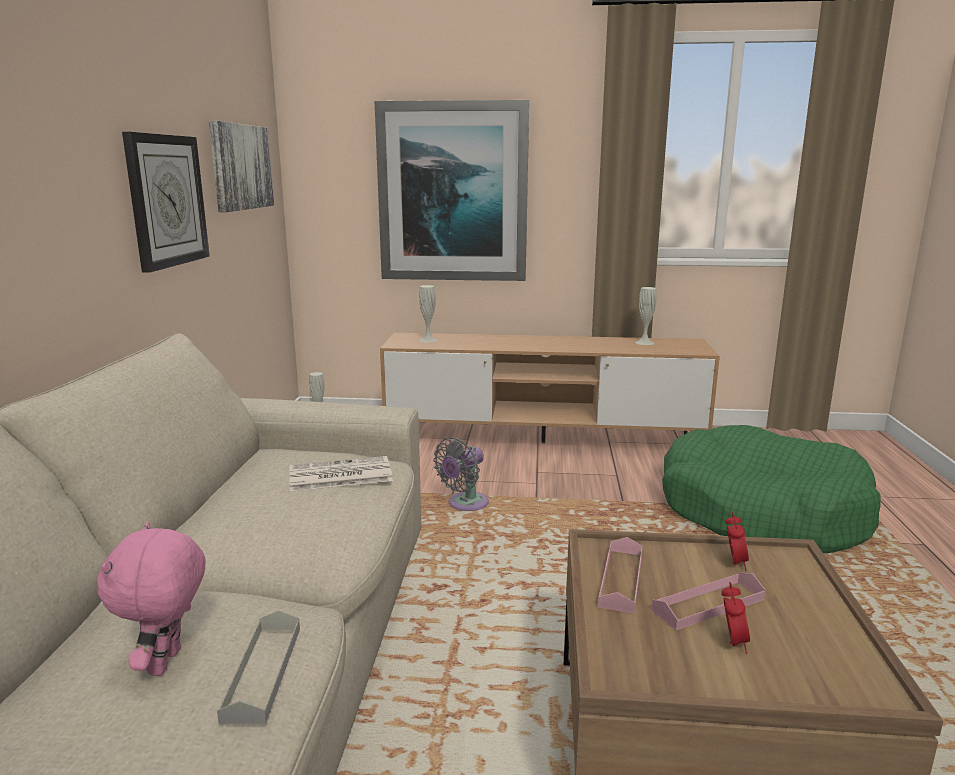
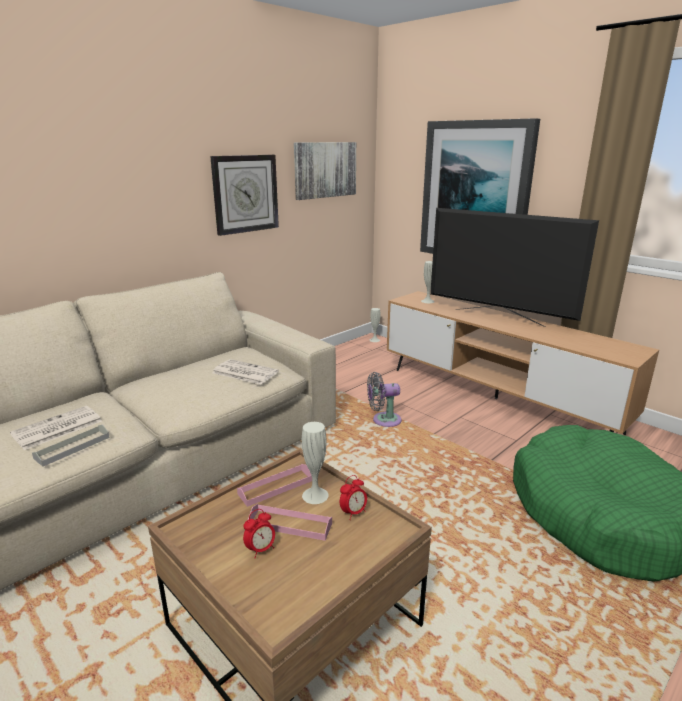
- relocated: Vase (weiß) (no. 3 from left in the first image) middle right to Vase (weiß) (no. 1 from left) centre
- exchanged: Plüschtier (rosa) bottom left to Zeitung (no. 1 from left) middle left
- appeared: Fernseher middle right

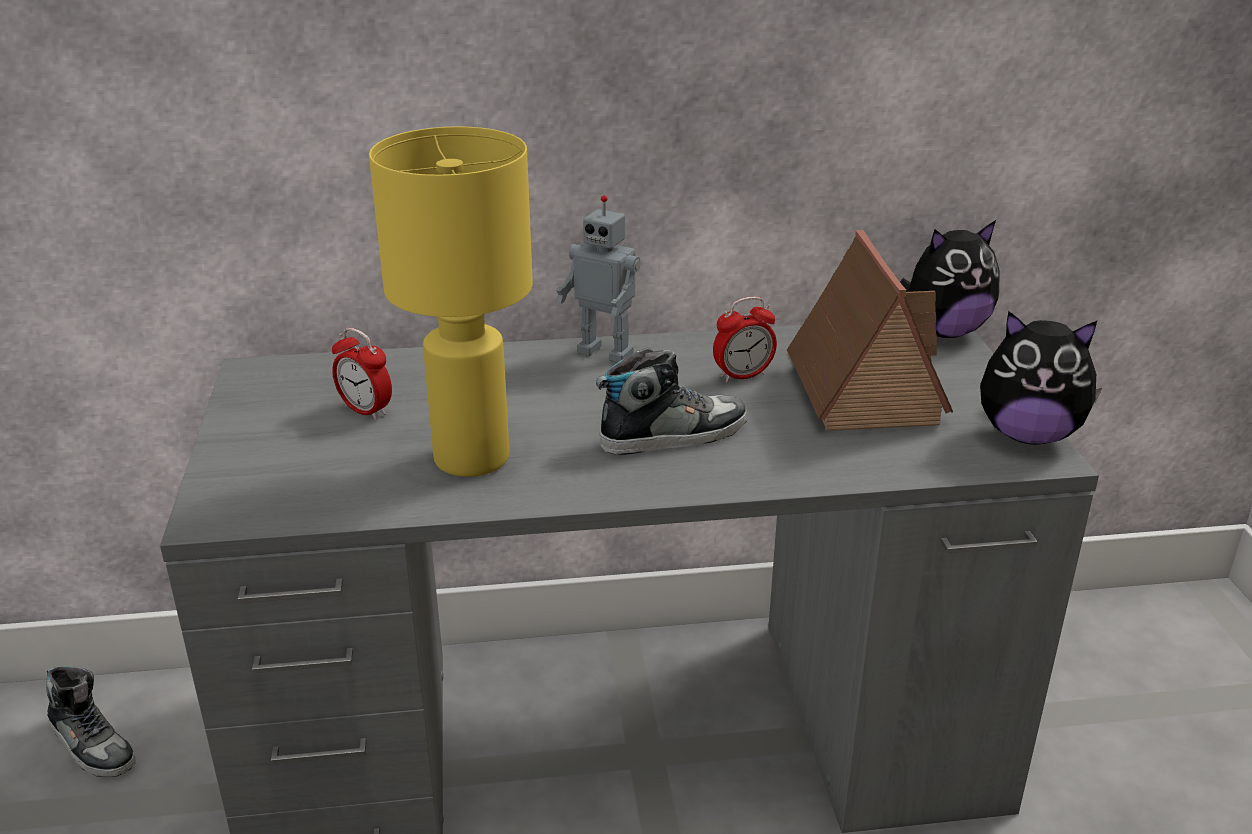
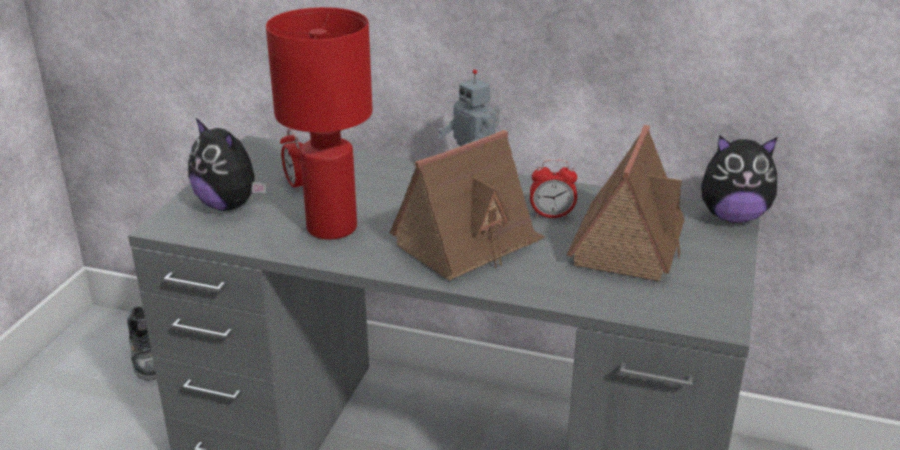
- colour: Tischlampe (gelb) centre to Tischlampe (rot) top centre
- relocated: Plüschtier (no. 2 from left in the first image) middle right to Plüschtier (no. 1 from left) middle left
- exchanged: Schuh (no. 2 from left) centre to Spielzeughaus (no. 1 from left) centre

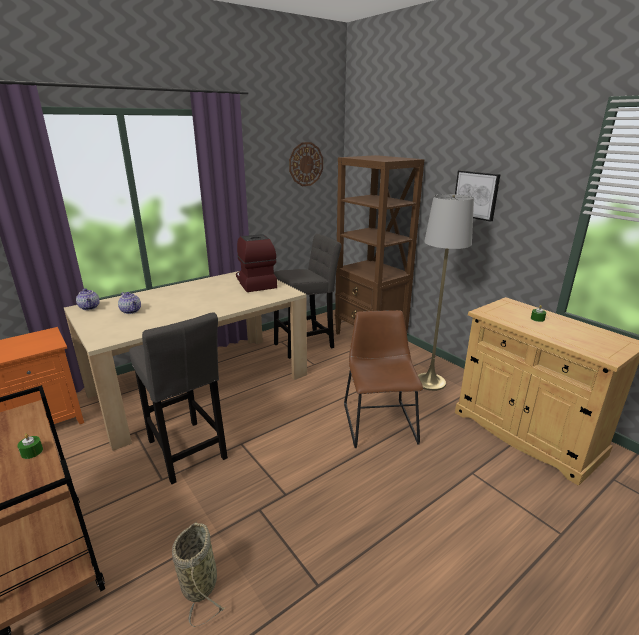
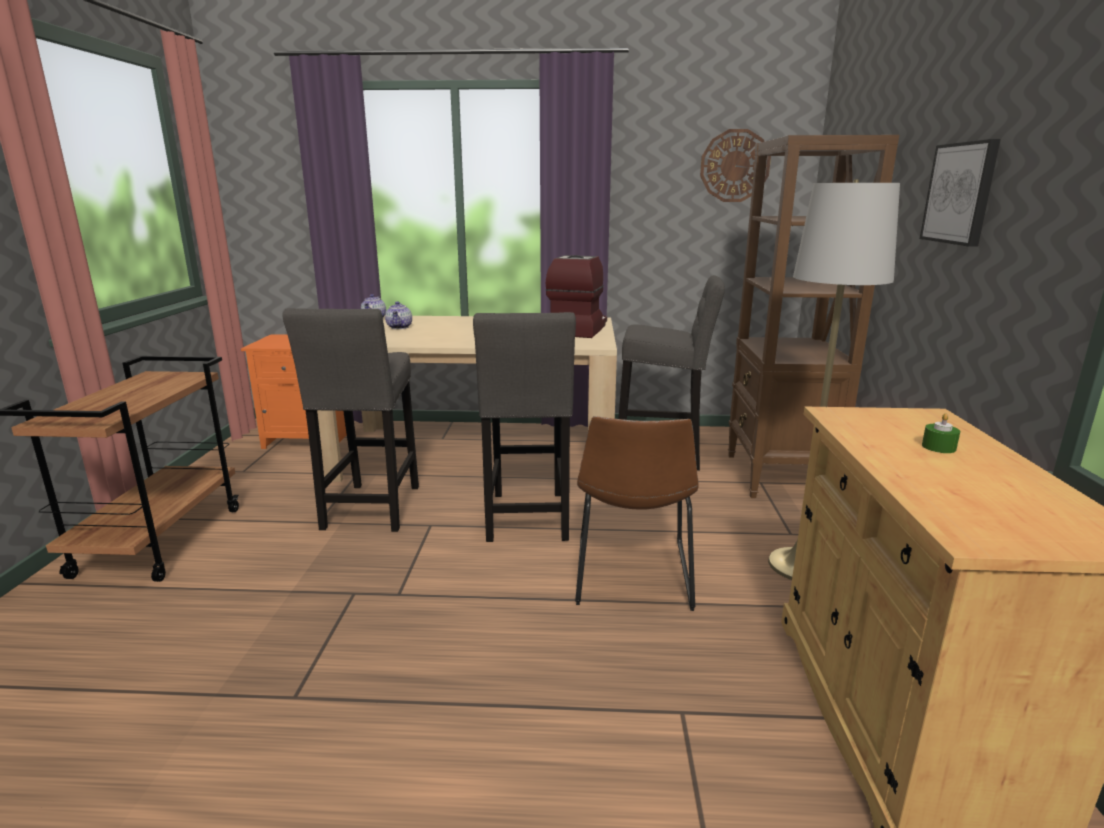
- spun: Stuhl (braun) centre = centre 150 degrees clockwise
- missing: Kerze (grün) (no. 1 from left) bottom left
- missing: Korb bottom left
- appeared: Hocker (grau) (no. 2 from left) centre

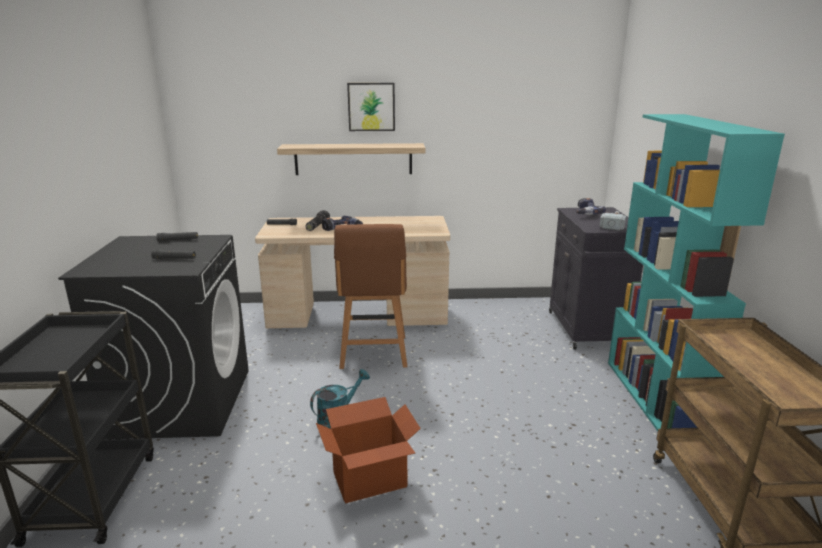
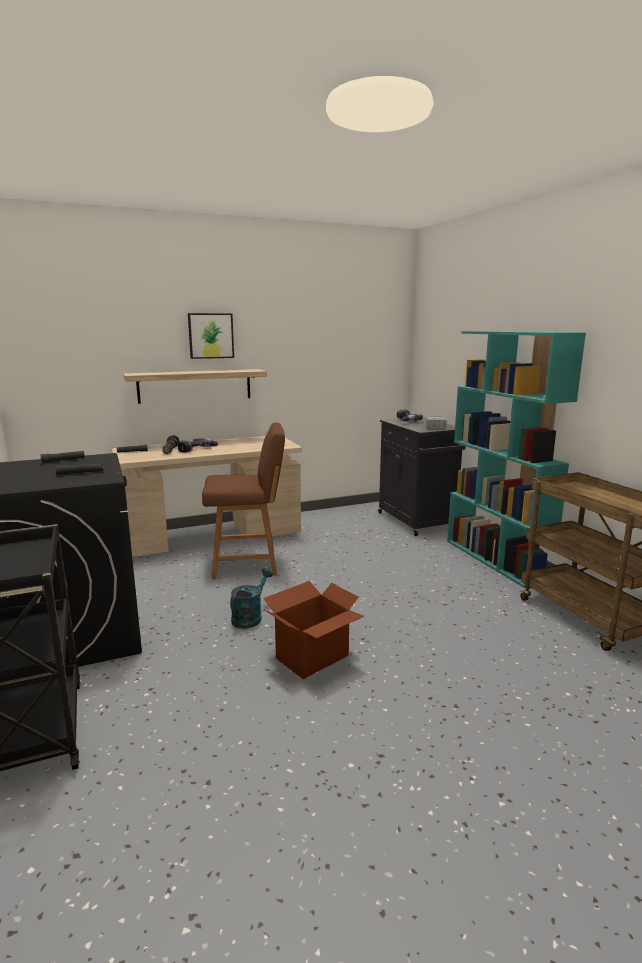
- spun: Stuhl (braun) centre = centre 75 degrees counterclockwise

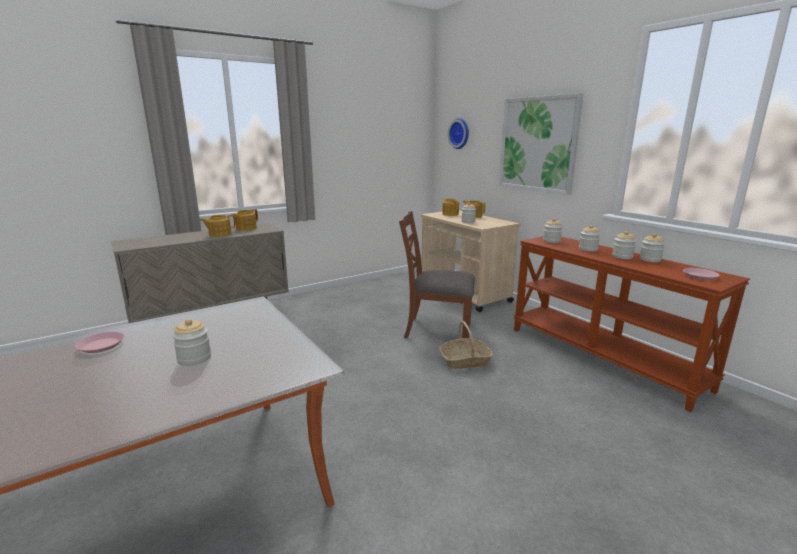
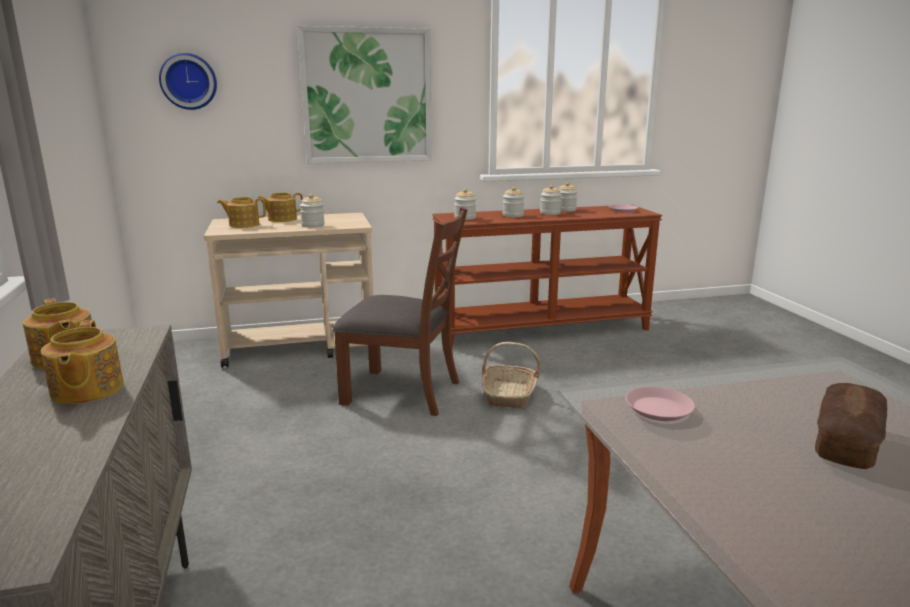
- spun: Stuhl (braun) centre = centre 105 degrees counterclockwise
- exchanged: Vorratsglas (no. 1 from left) middle left to Brot bottom right
- relocated: Teller (rosa) (no. 1 from left in the first image) middle left to Teller (rosa) (no. 2 from left) middle right

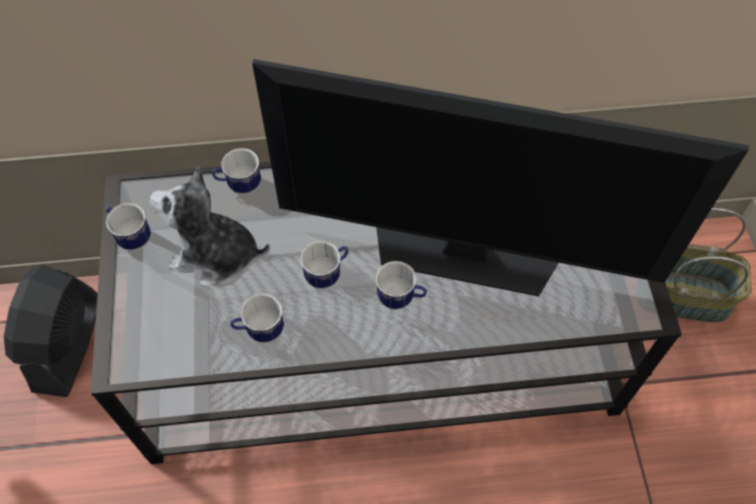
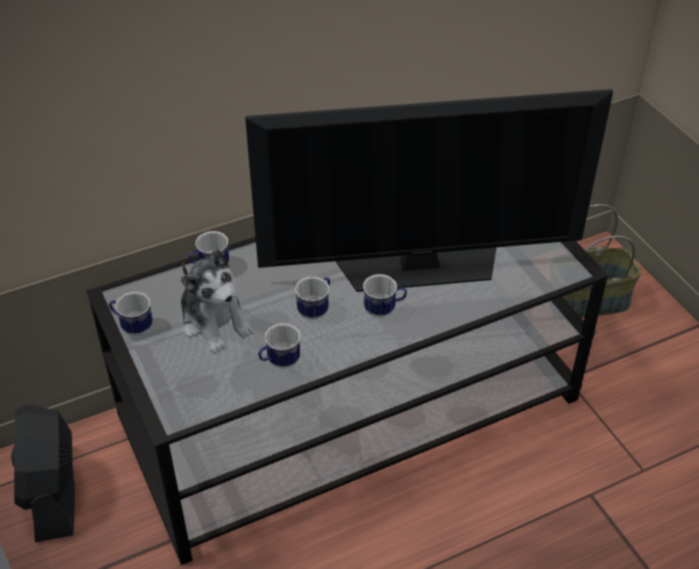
- spun: Plüschtier middle left = middle left 120 degrees counterclockwise

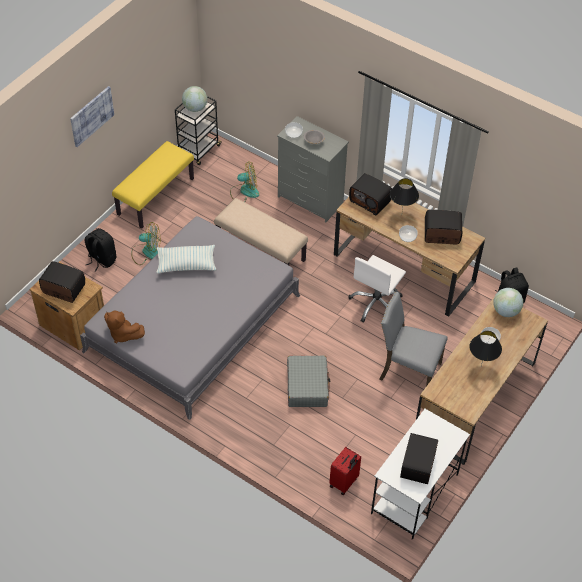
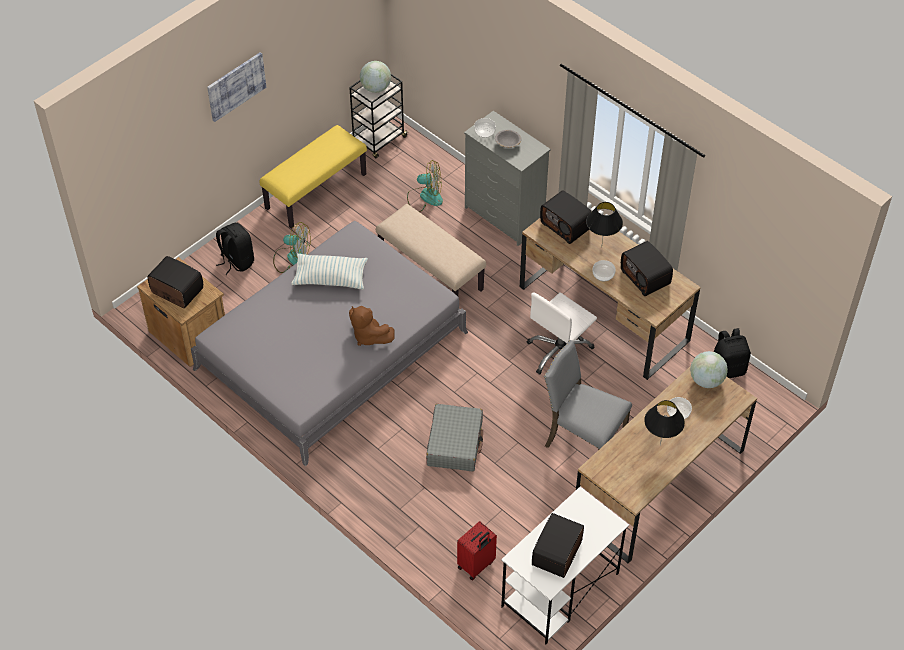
- spun: Radio (no. 4 from left) middle right = middle right 135 degrees counterclockwise
- relocated: Plüschtier (braun) middle left to centre

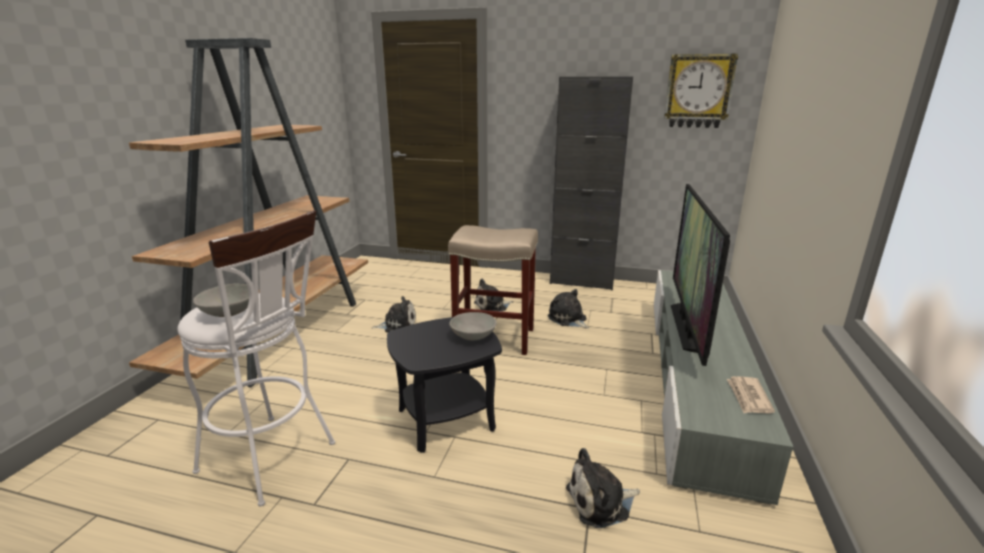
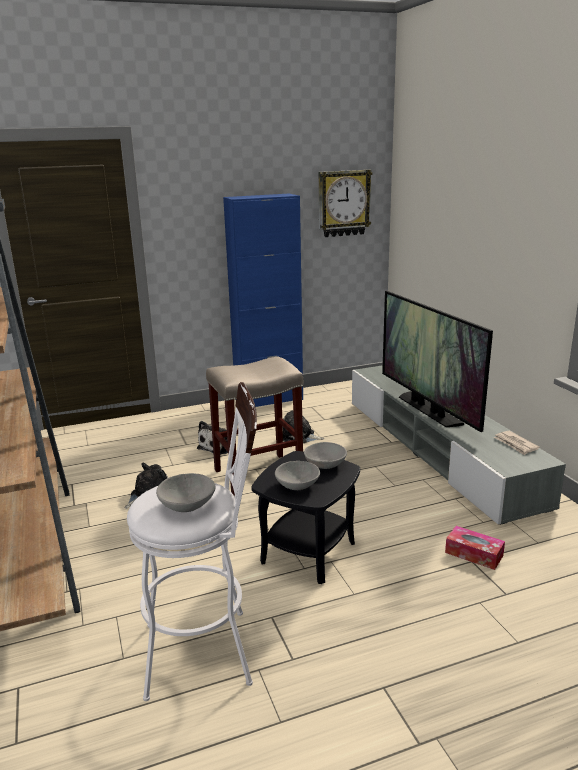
- colour: Schrank (schwarz) top centre to Schrank (blau) centre
- exchanged: Plüschtier (no. 4 from left) bottom centre to Taschentuchbox bottom right
- appeared: Schüssel (grau) (no. 2 from left) centre

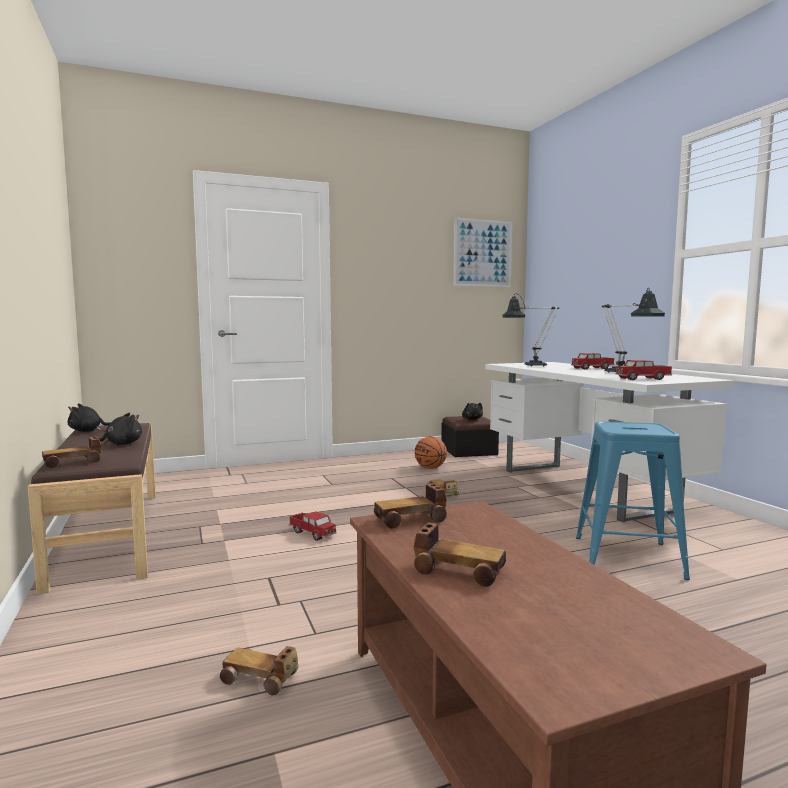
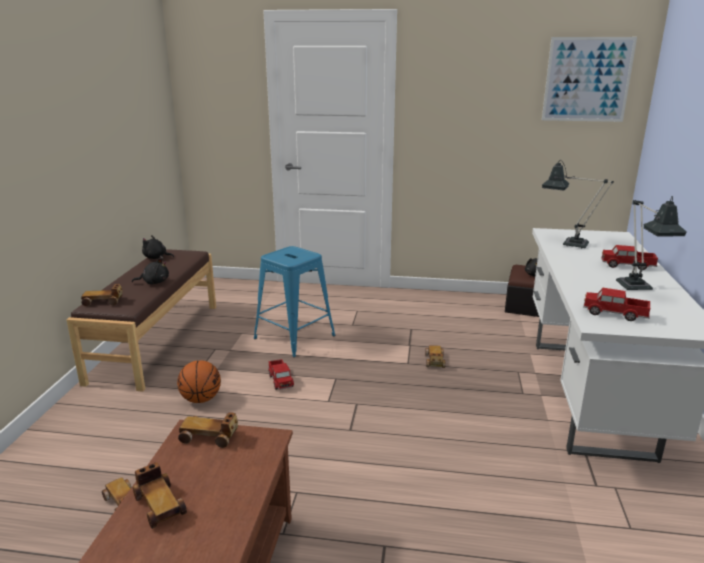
- relocated: Hocker (blau) middle right to centre
- relocated: Basketball centre to bottom left

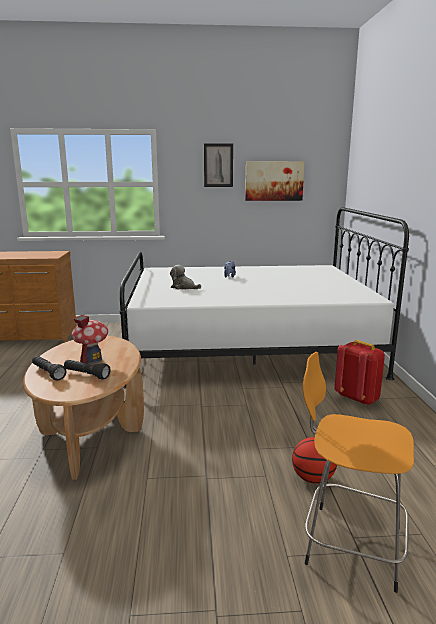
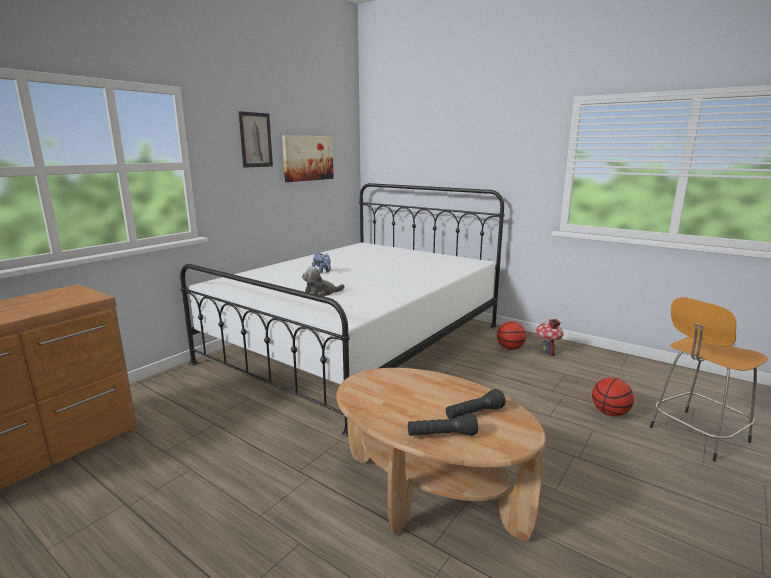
- relocated: Spielzeughaus middle left to middle right
- exchanged: Rucksack (rot) middle right to Basketball (no. 1 from left) centre

